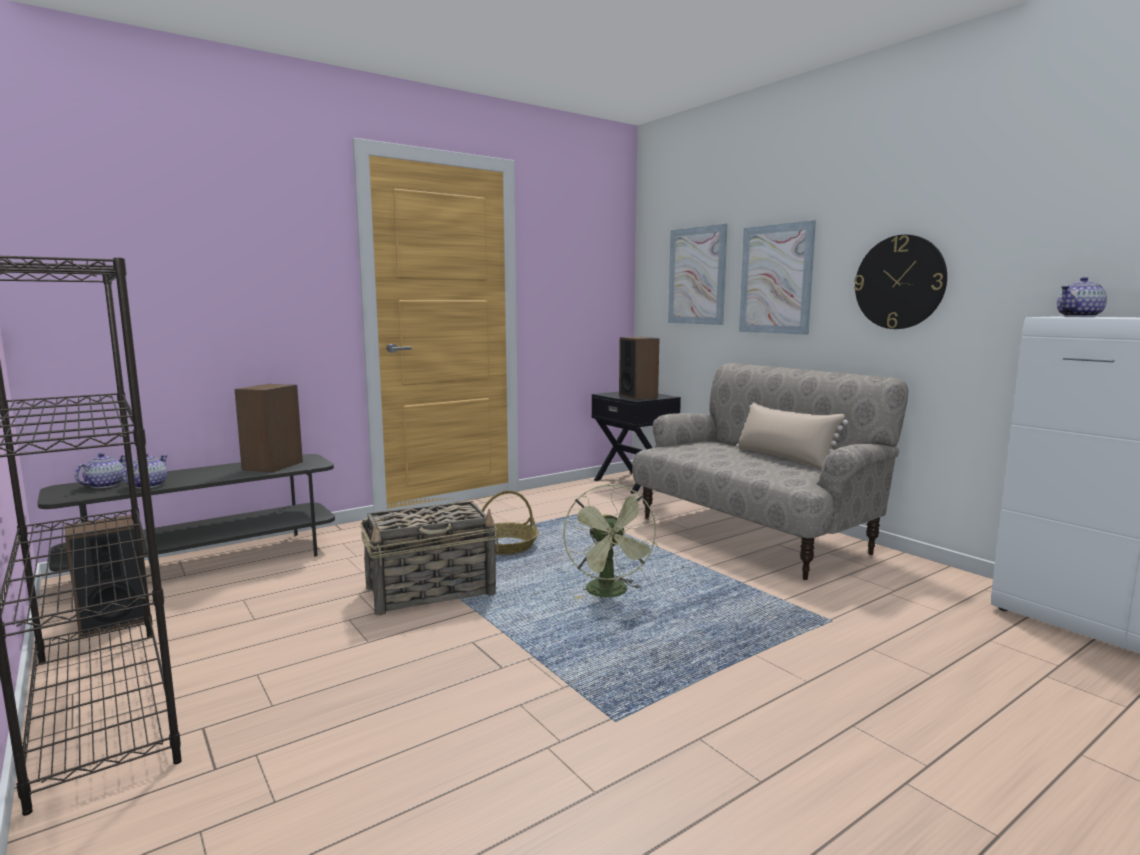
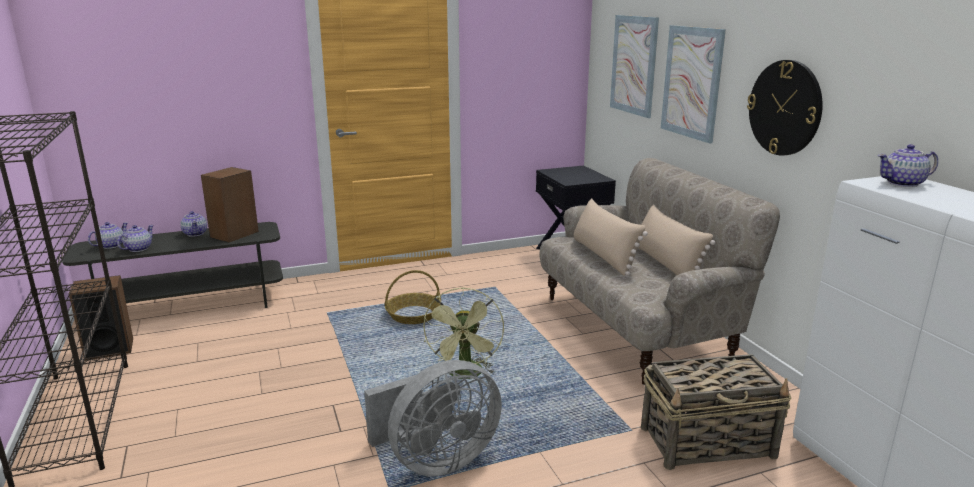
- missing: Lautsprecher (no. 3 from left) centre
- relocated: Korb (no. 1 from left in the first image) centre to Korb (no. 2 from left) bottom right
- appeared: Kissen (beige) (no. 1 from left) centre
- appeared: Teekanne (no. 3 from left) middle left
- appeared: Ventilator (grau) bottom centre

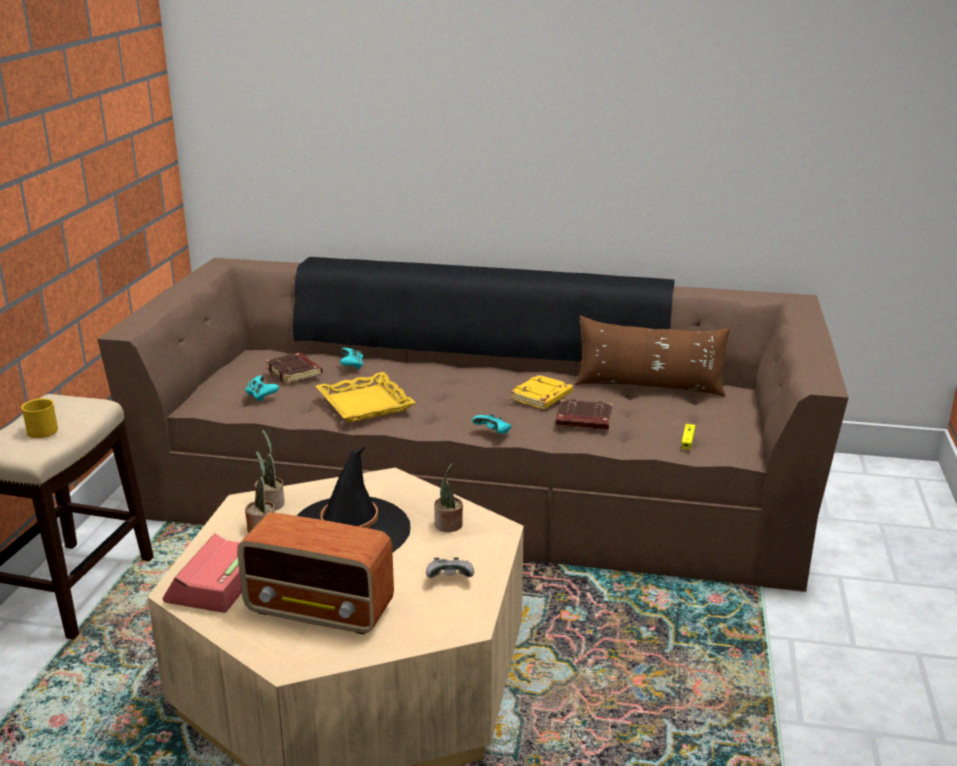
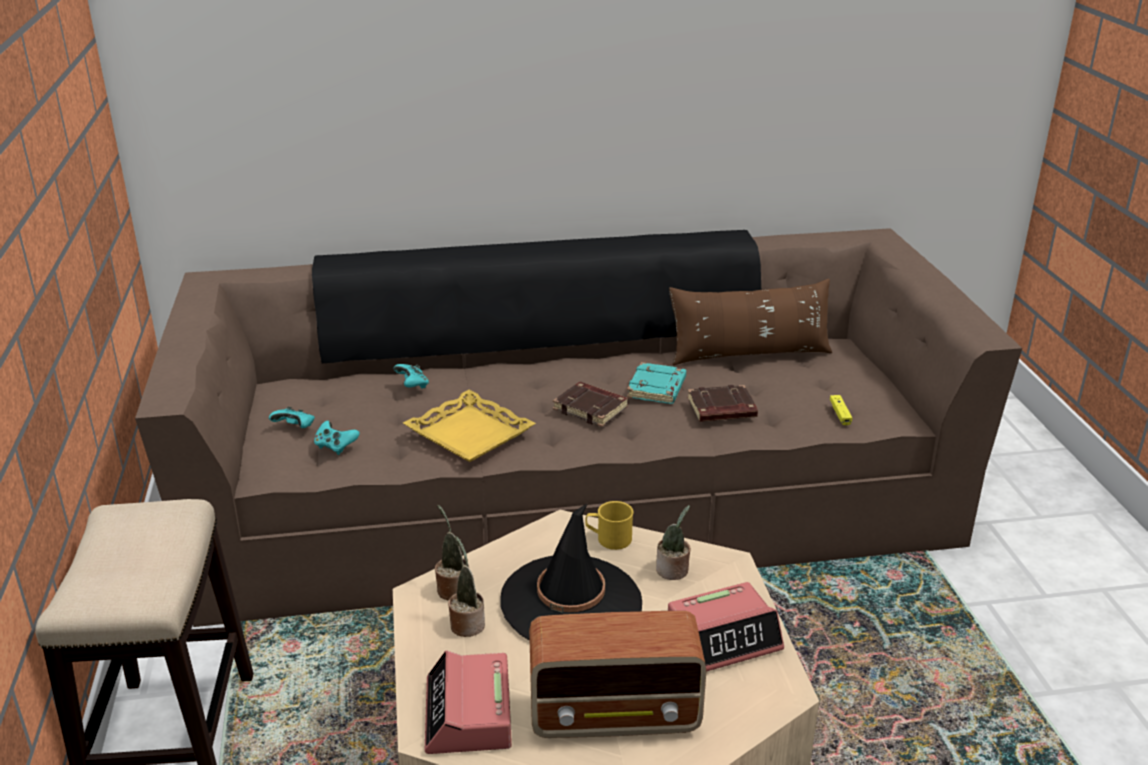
- relocated: Buch (braun) (no. 1 from left) middle left to centre
- colour: Buch (gelb) centre to Buch (türkis) centre
- relocated: Henkelbecher (gelb) middle left to bottom centre
- relocated: Gamepad (türkis) (no. 3 from left in the first image) centre to Gamepad (türkis) (no. 1 from left) middle left
- exchanged: Gamepad (grau) bottom centre to Wecker (no. 2 from left) bottom centre

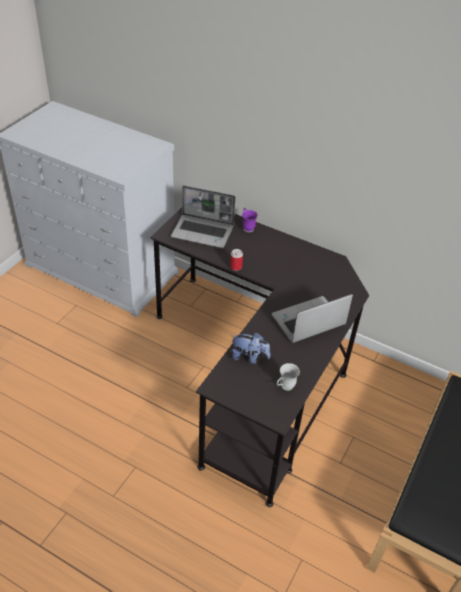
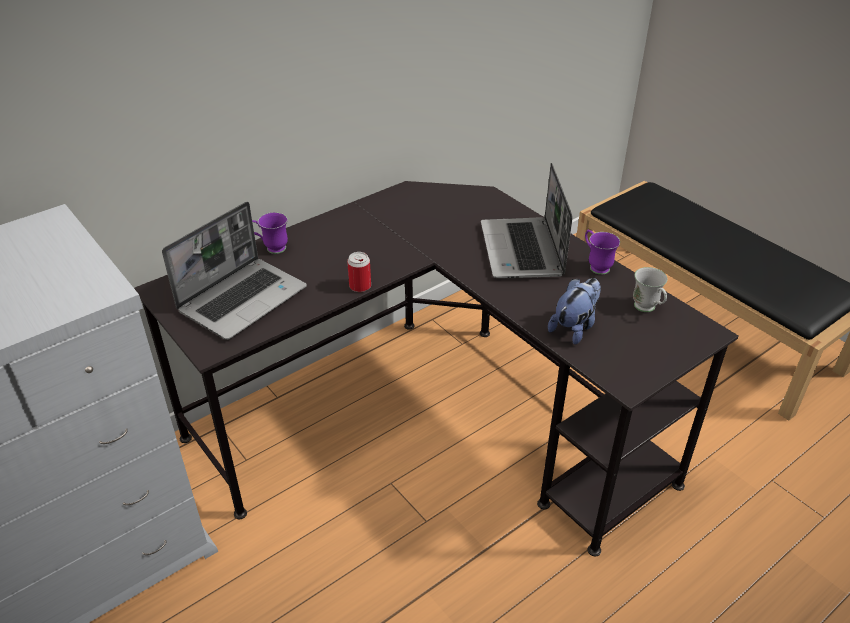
- appeared: Henkelbecher (lila) (no. 2 from left) middle right

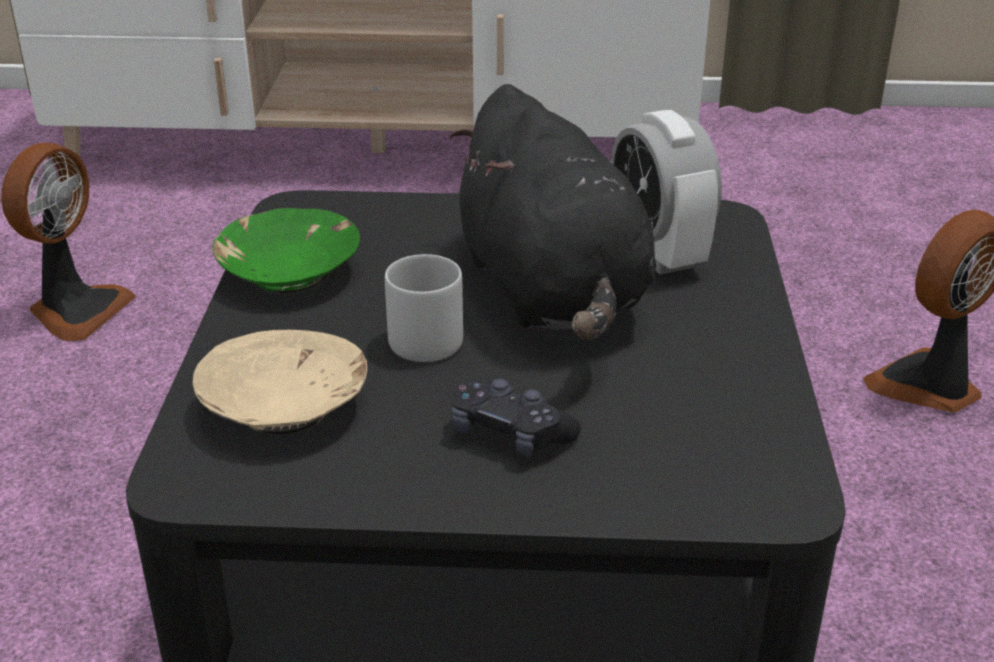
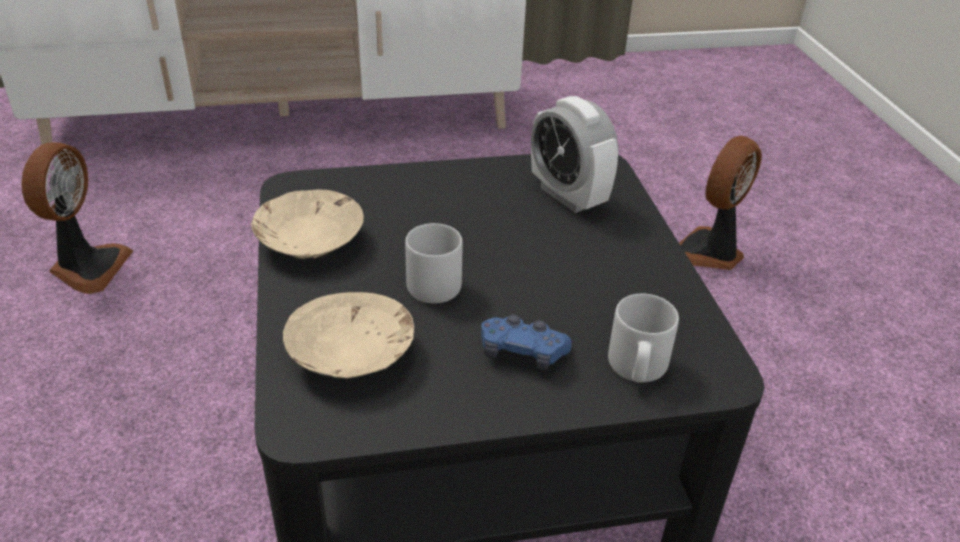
- missing: Plüschtier (schwarz) top centre
- colour: Schüssel (grün) middle left to Schüssel (beige) (no. 1 from left) middle left
- colour: Gamepad (schwarz) centre to Gamepad (blau) centre
- appeared: Henkelbecher (grau) (no. 2 from left) middle right

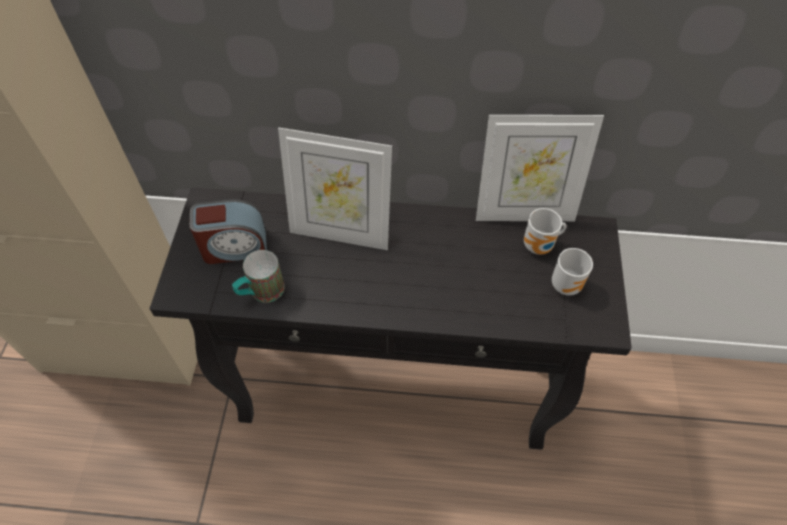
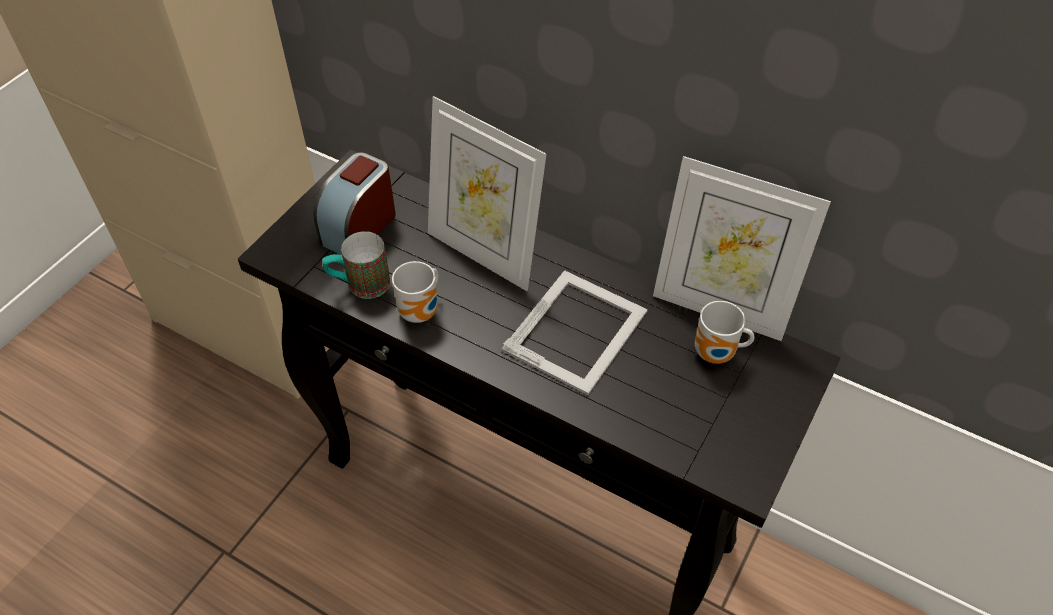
- spun: Wecker middle left = top centre 105 degrees clockwise
- relocated: Henkelbecher (no. 3 from left in the first image) middle right to Henkelbecher (no. 2 from left) centre
- appeared: Bilderrahmen (no. 2 from left) centre

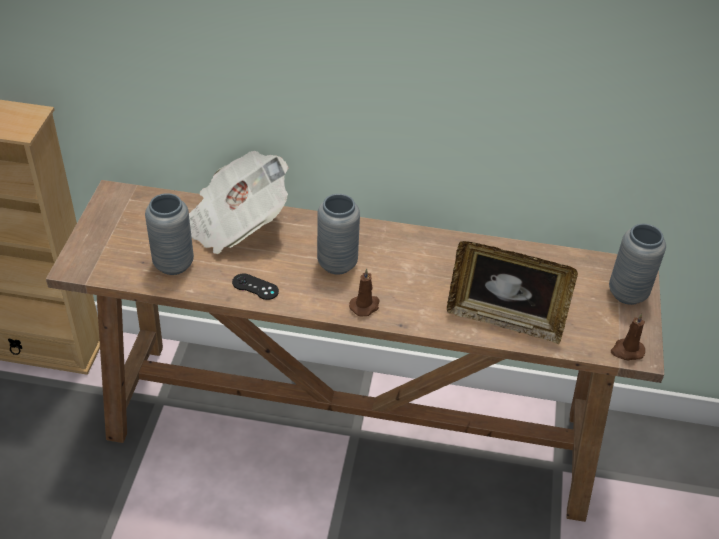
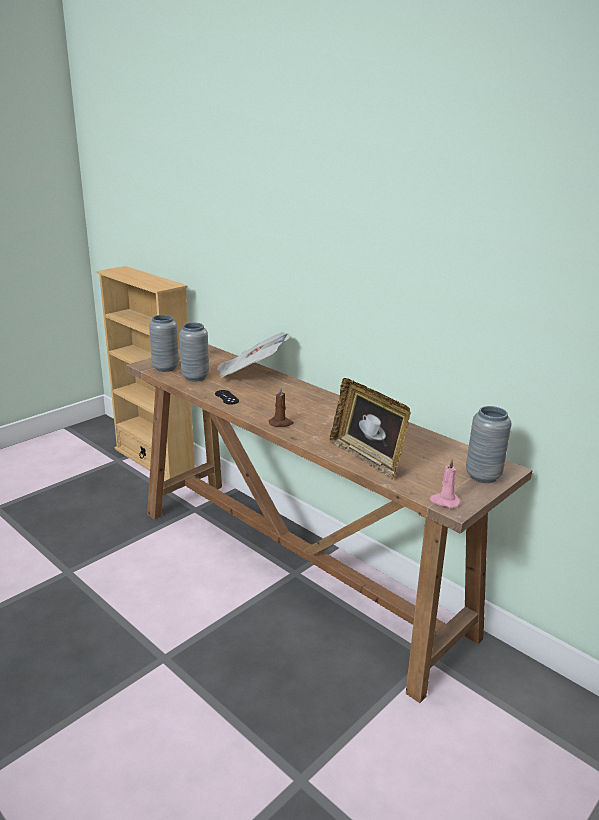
- relocated: Vase (grau) (no. 2 from left in the first image) centre to Vase (grau) (no. 1 from left) middle left
- colour: Kerze (braun) (no. 2 from left) middle right to Kerze (rosa) middle right

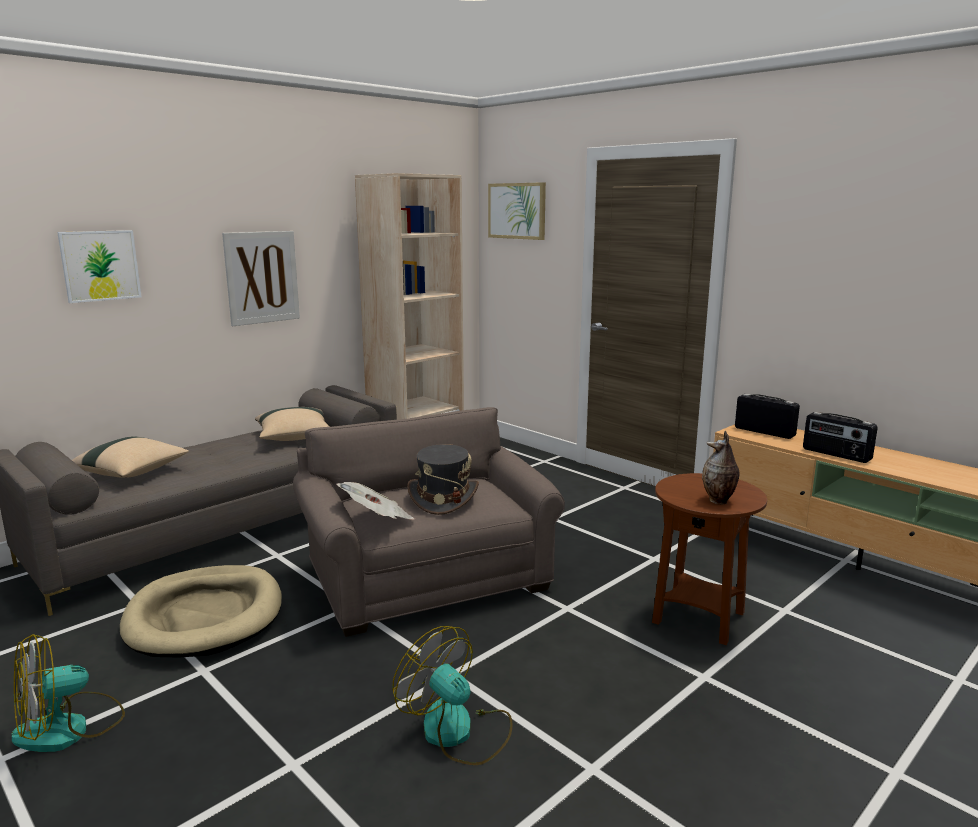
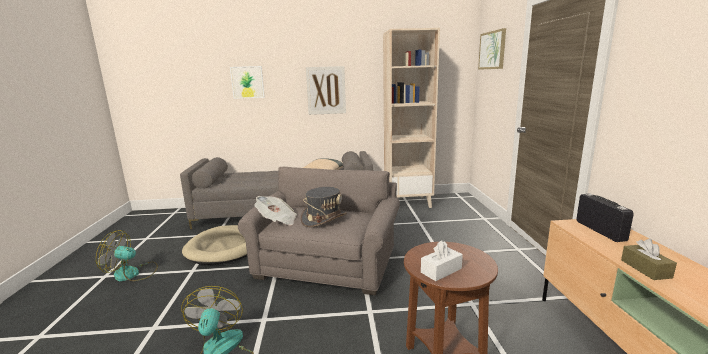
- exchanged: Radio (no. 2 from left) middle right to Taschentuchbox (braun) bottom right
- exchanged: Vase middle right to Taschentuchbox (weiß) bottom centre
- missing: Kissen (beige) (no. 1 from left) middle left

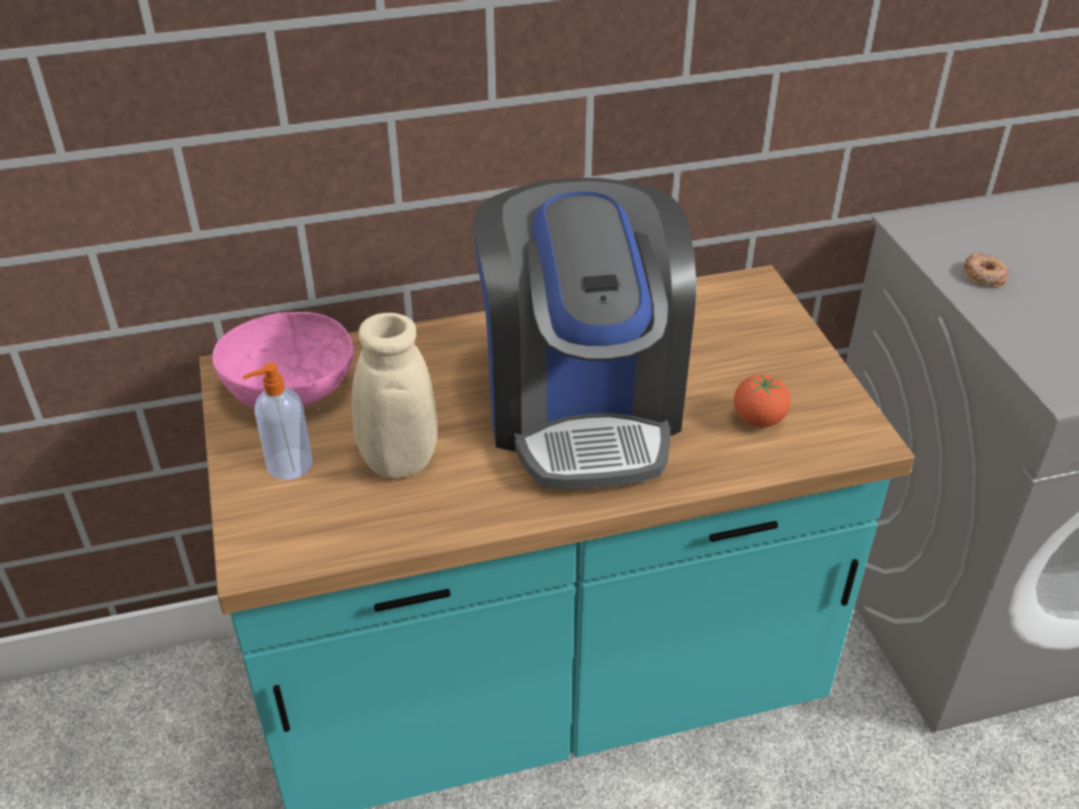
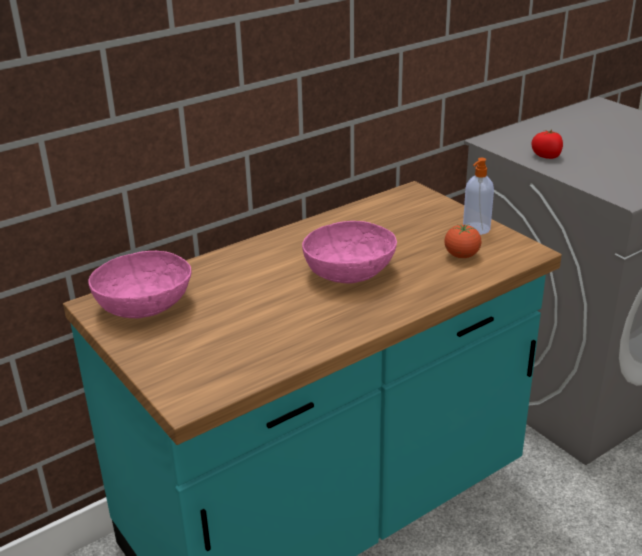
- exchanged: Kaffeemaschine centre to Schüssel (rosa) (no. 2 from left) centre
- exchanged: Donut middle right to Tomate (no. 2 from left) top right
- missing: Vase (beige) centre
- relocated: Seifenspender middle left to middle right

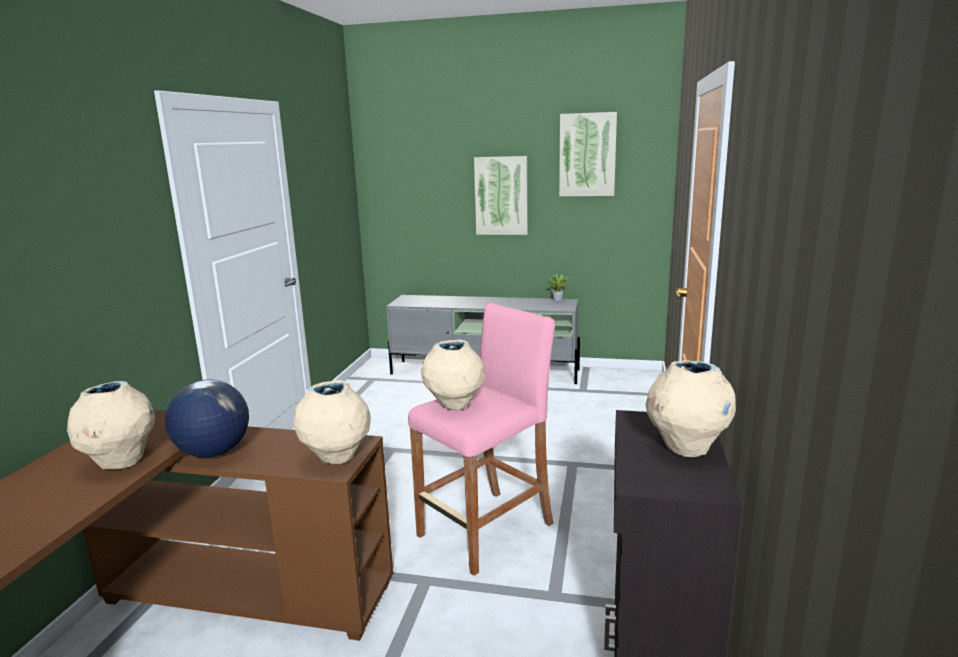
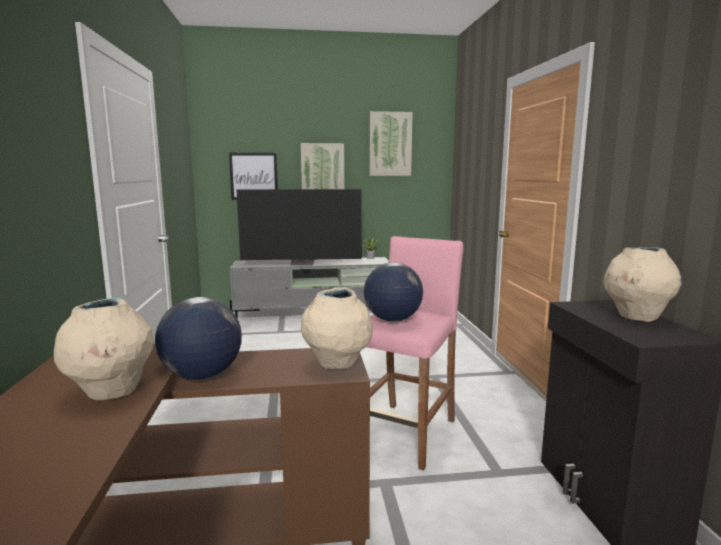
- exchanged: Vase (beige) (no. 3 from left) centre to Globus (no. 2 from left) centre
- appeared: Bild (no. 1 from left) top centre
- appeared: Fernseher centre

